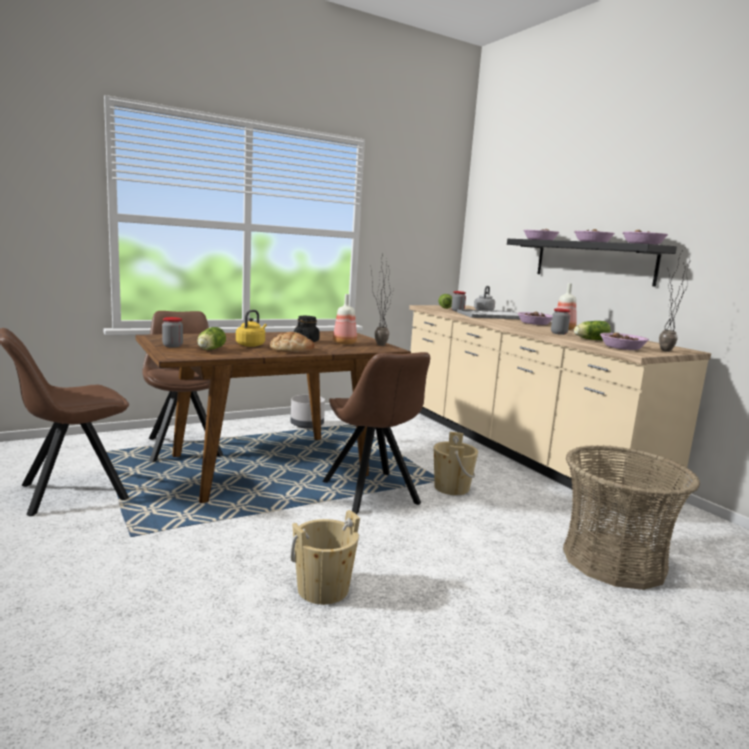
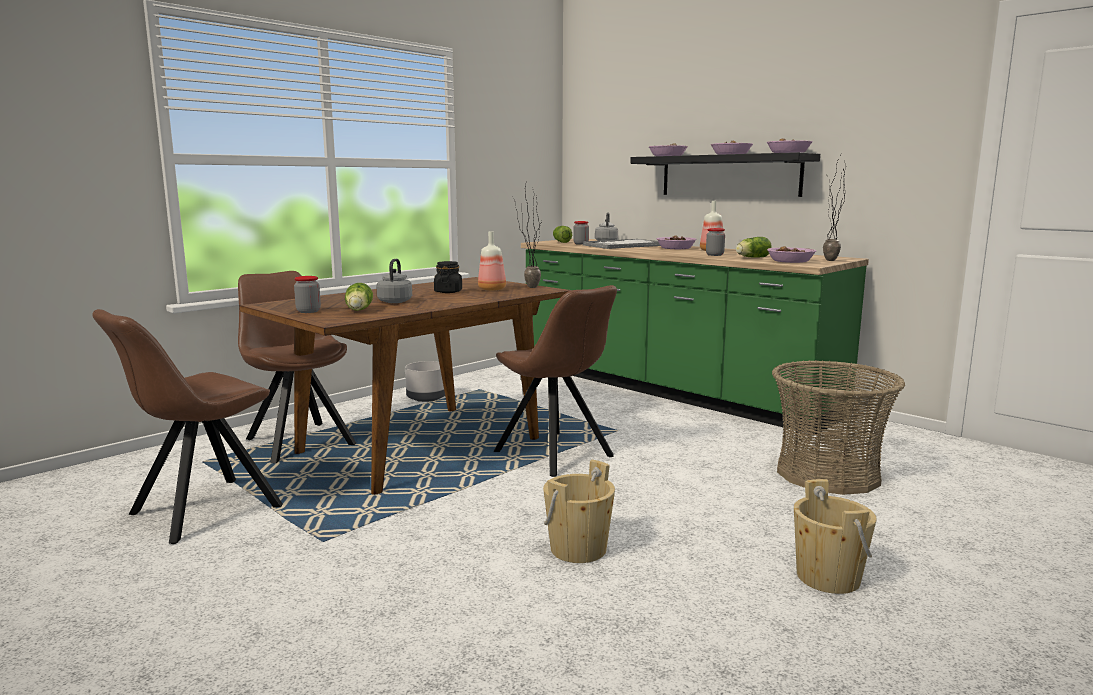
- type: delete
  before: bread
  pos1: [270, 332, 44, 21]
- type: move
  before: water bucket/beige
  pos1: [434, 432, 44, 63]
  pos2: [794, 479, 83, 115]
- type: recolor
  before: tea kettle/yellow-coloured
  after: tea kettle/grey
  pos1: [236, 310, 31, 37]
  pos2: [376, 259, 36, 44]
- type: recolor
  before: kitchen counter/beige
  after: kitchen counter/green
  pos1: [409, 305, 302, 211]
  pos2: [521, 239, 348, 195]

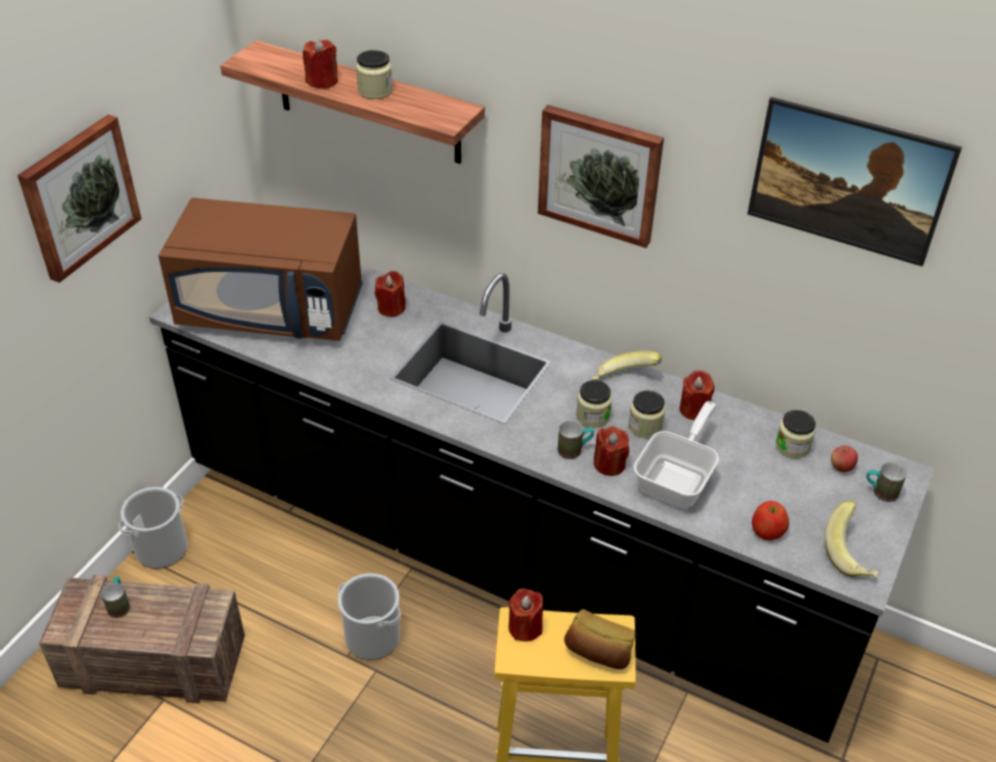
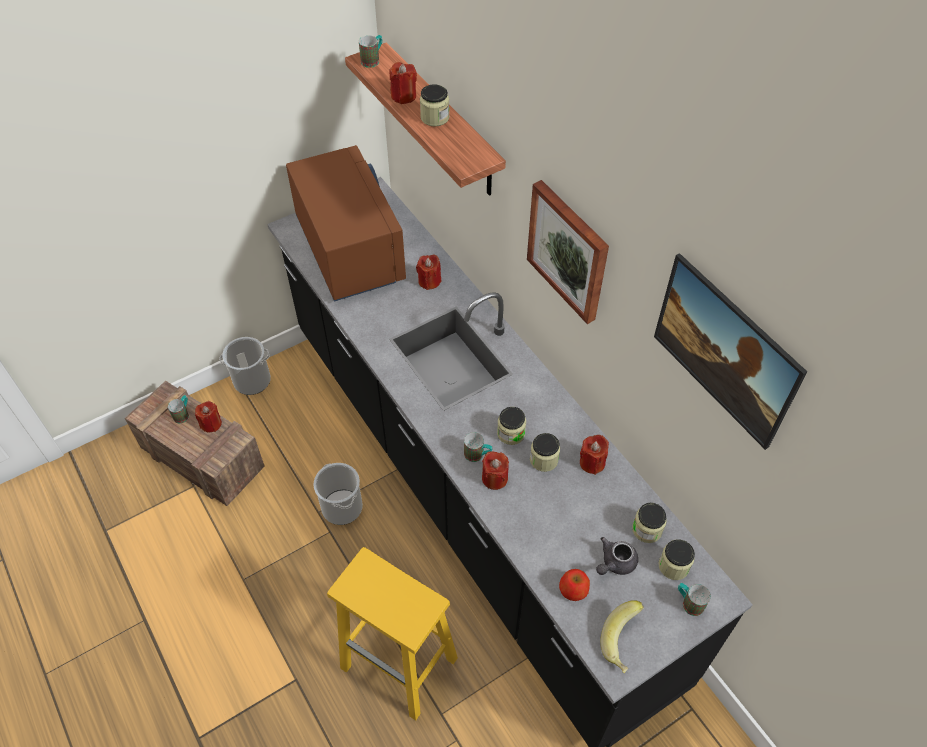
- type: delete
  before: wall art
  pos1: [17, 114, 125, 169]
- type: delete
  before: bread
  pos1: [564, 609, 72, 60]
- type: delete
  before: banana fruit
  pos1: [592, 351, 70, 29]
- type: delete
  before: skillet
  pos1: [634, 401, 85, 106]
- type: insert
  after: tea mug
  pos2: [359, 35, 23, 33]
- type: insert
  after: tea pot/grey
  pos2: [596, 537, 42, 38]
- type: move
  before: wax candle/red
  pos1: [509, 589, 34, 52]
  pos2: [195, 401, 27, 31]
- type: replace
  before: whole apple
  after: storage jar
  pos1: [831, 446, 27, 26]
  pos2: [659, 539, 36, 41]
- type: rotate
  before: microwave oven/brown
  pos1: [158, 198, 205, 143]
  pos2: [286, 145, 120, 157]
  turn: -150

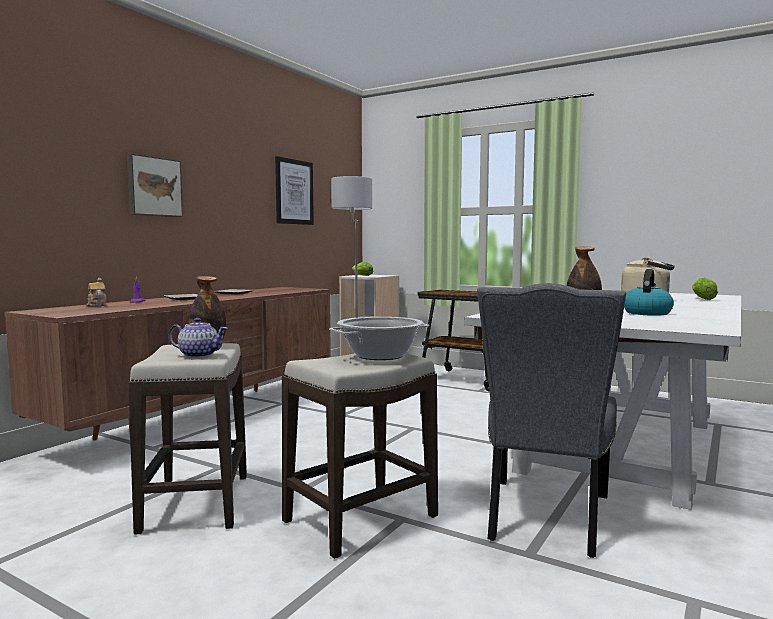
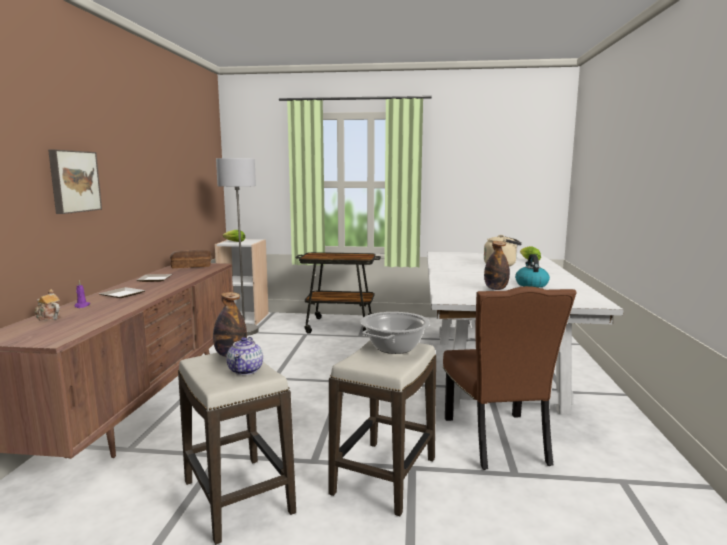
- type: delete
  before: wall art
  pos1: [275, 156, 39, 69]
- type: insert
  after: bread
  pos2: [170, 250, 41, 18]
- type: recolor
  before: plain chair/grey
  after: plain chair/brown
  pos1: [477, 283, 149, 275]
  pos2: [443, 286, 133, 184]
- type: rotate
  before: tea pot
  pos1: [169, 318, 59, 40]
  pos2: [226, 337, 37, 38]
  turn: 105

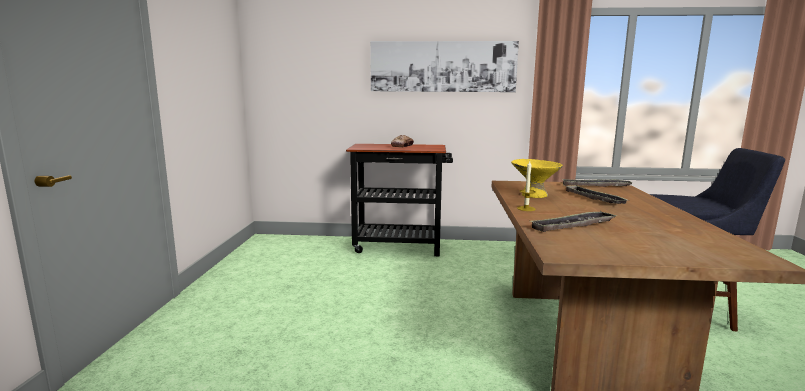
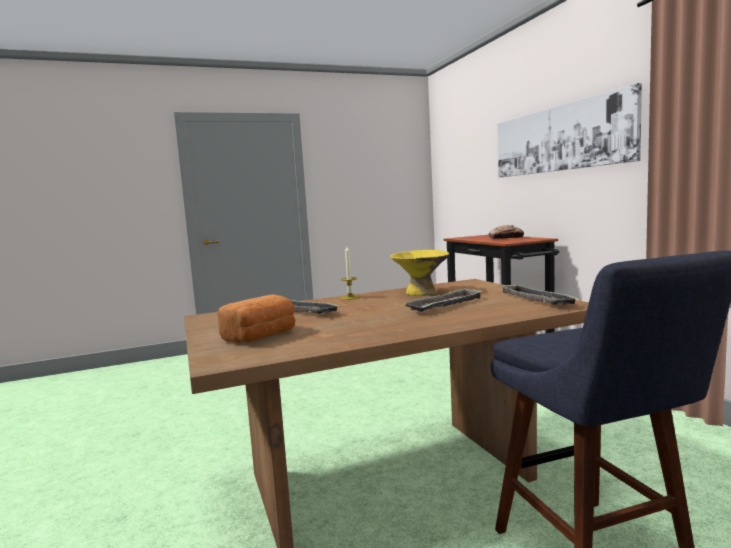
- type: insert
  after: bread
  pos2: [218, 295, 78, 48]

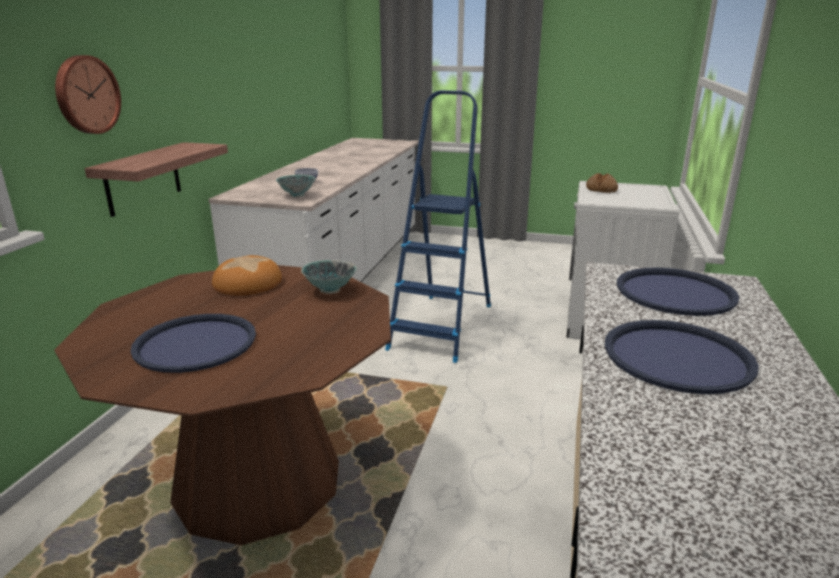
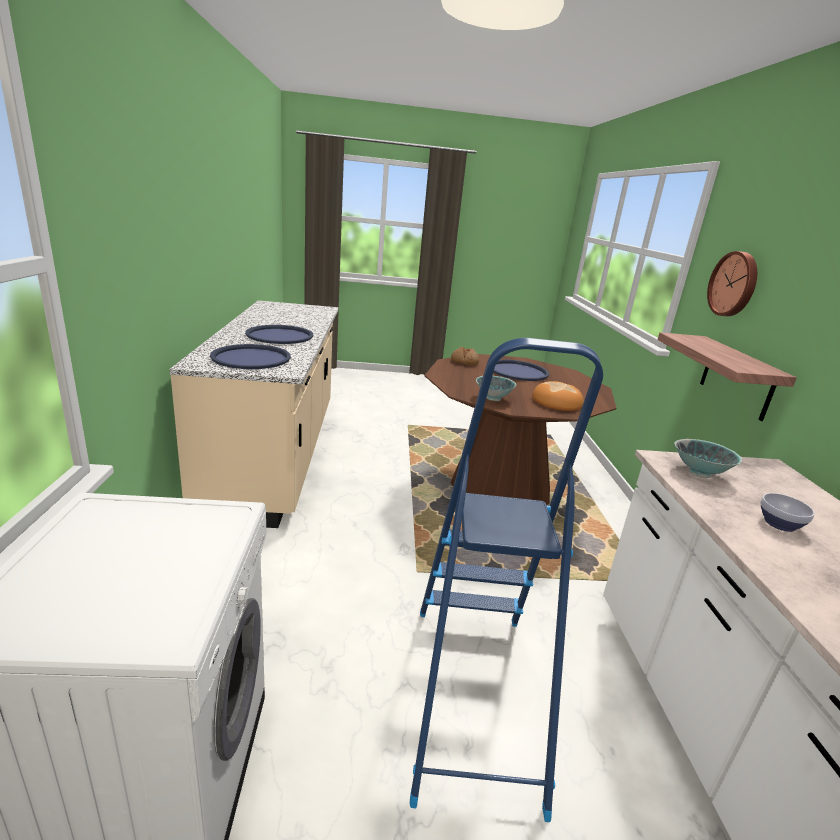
- type: move
  before: bread
  pos1: [586, 173, 32, 20]
  pos2: [451, 347, 28, 18]

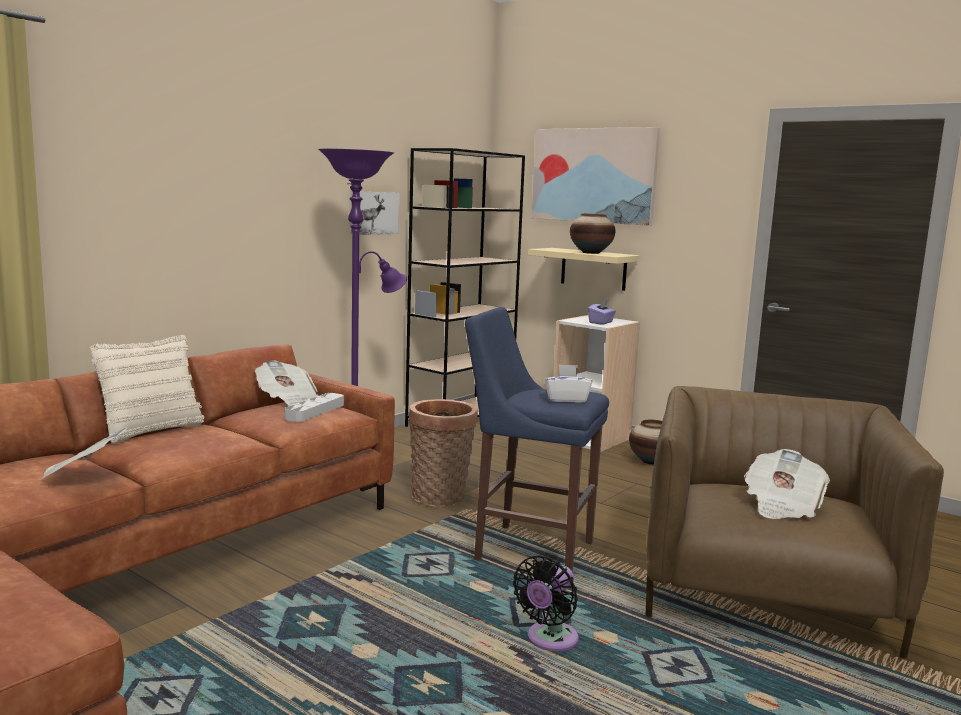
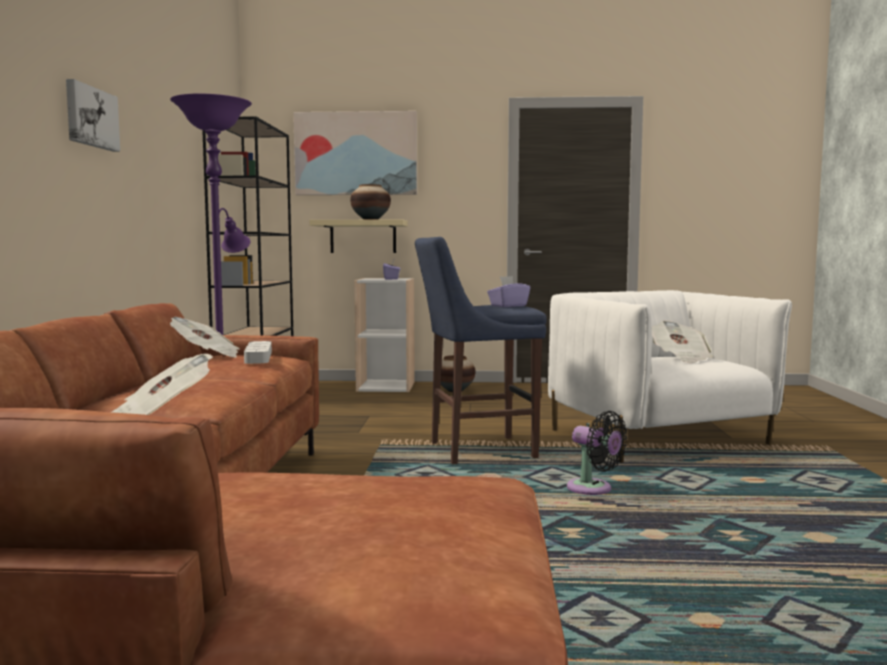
- type: delete
  before: pillow/beige
  pos1: [89, 335, 115, 109]
- type: delete
  before: storage basket
  pos1: [408, 399, 70, 108]
- type: move
  before: wall art
  pos1: [351, 191, 49, 44]
  pos2: [66, 79, 54, 73]
- type: recolor
  before: tissue box/whitish
  after: tissue box/purple-coloured
  pos1: [544, 364, 48, 39]
  pos2: [487, 276, 43, 31]
- type: recolor
  before: armchair/brown
  after: armchair/whitish
  pos1: [646, 386, 298, 273]
  pos2: [548, 290, 244, 173]
- type: rotate
  before: cooling fan/blackish
  pos1: [513, 555, 66, 96]
  pos2: [567, 411, 60, 84]
  turn: -45

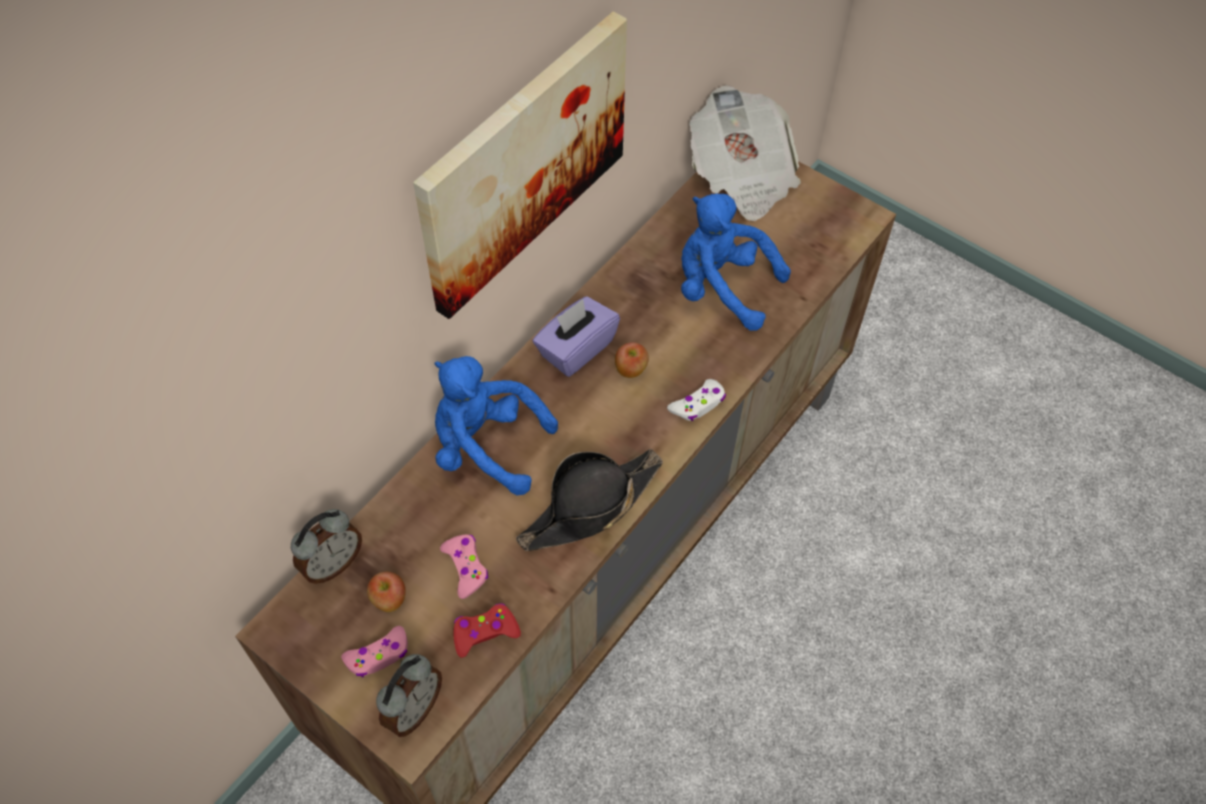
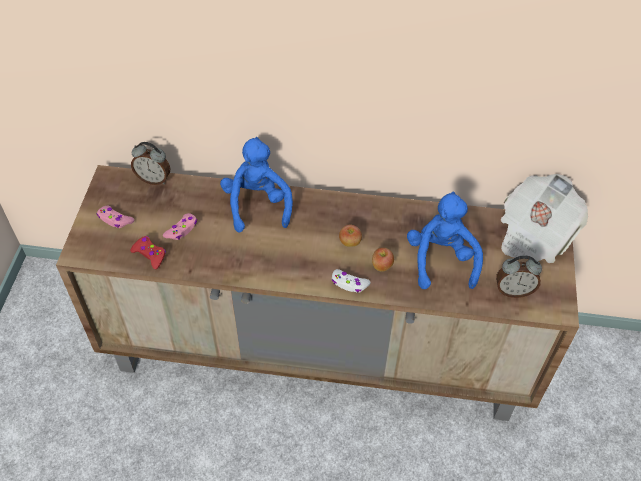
- type: delete
  before: wall art
  pos1: [413, 11, 214, 308]
- type: delete
  before: clothing hat/blackish
  pos1: [516, 449, 147, 102]
- type: delete
  before: tissue box/purple-coloured
  pos1: [532, 296, 88, 81]
- type: move
  before: whole apple
  pos1: [367, 572, 39, 40]
  pos2: [372, 248, 22, 24]
- type: move
  before: table clock
  pos1: [376, 654, 66, 83]
  pos2: [496, 255, 46, 43]

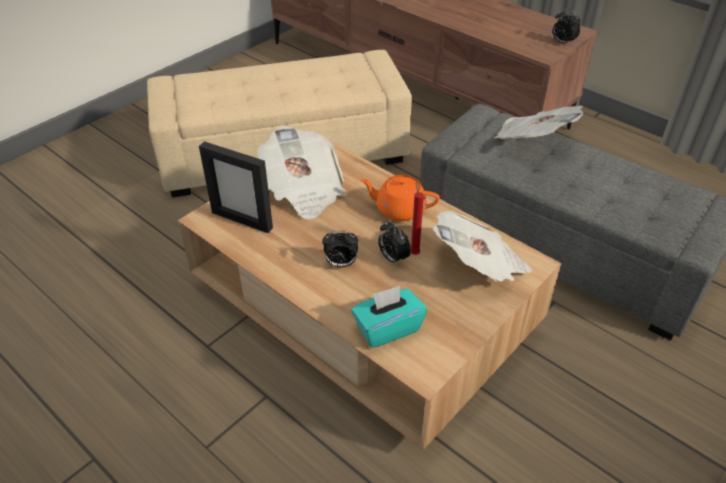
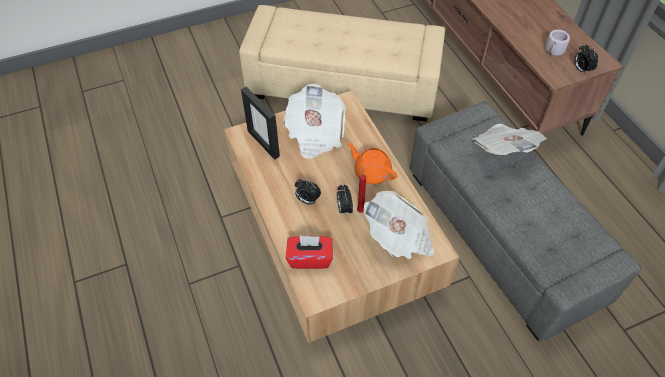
- type: insert
  after: tea mug/grey
  pos2: [545, 30, 26, 26]
- type: recolor
  before: tissue box/turquoise-coloured
  after: tissue box/red
  pos1: [351, 286, 76, 62]
  pos2: [286, 235, 47, 34]

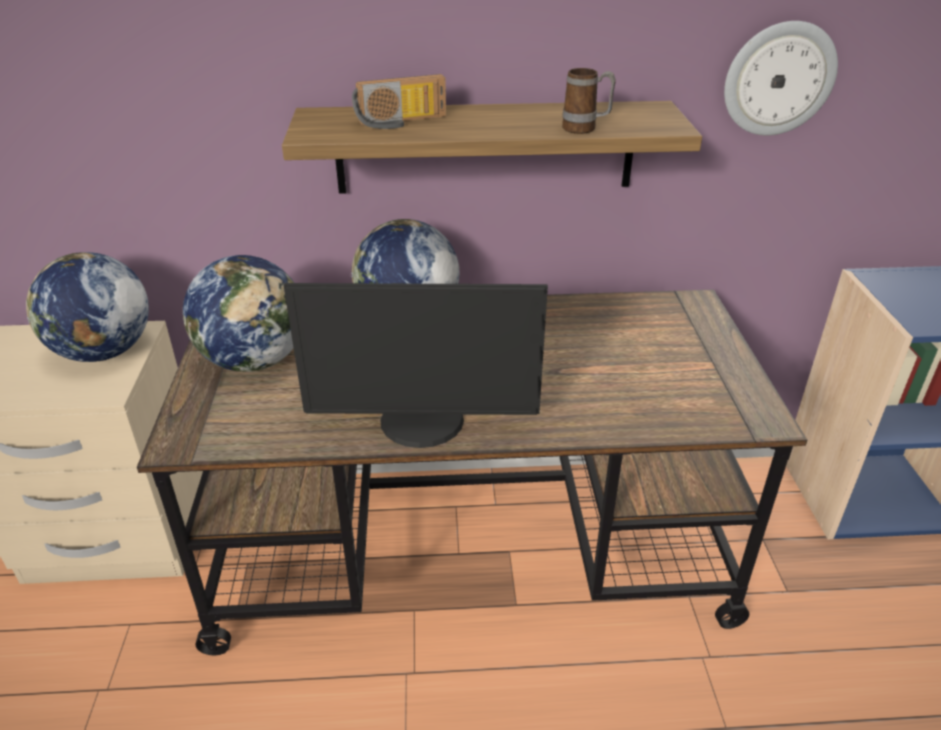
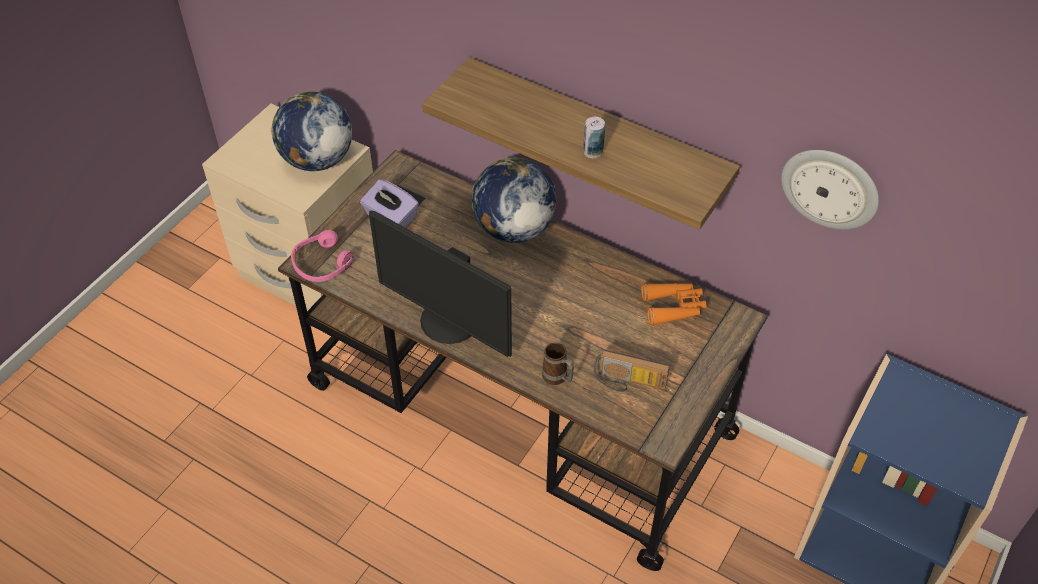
- type: insert
  after: pair of headphones/pinkish
  pos2: [291, 230, 63, 52]
- type: insert
  after: sealed can
  pos2: [583, 117, 22, 41]
- type: insert
  after: field glasses/orangey
  pos2: [641, 283, 65, 43]
- type: move
  before: radio set
  pos1: [352, 74, 94, 55]
  pos2: [594, 350, 76, 42]
- type: move
  before: tea mug
  pos1: [562, 68, 54, 66]
  pos2: [542, 343, 32, 42]
- type: replace
  before: world globe
  after: tissue box/purple-coloured
  pos1: [183, 255, 111, 117]
  pos2: [360, 179, 59, 49]

